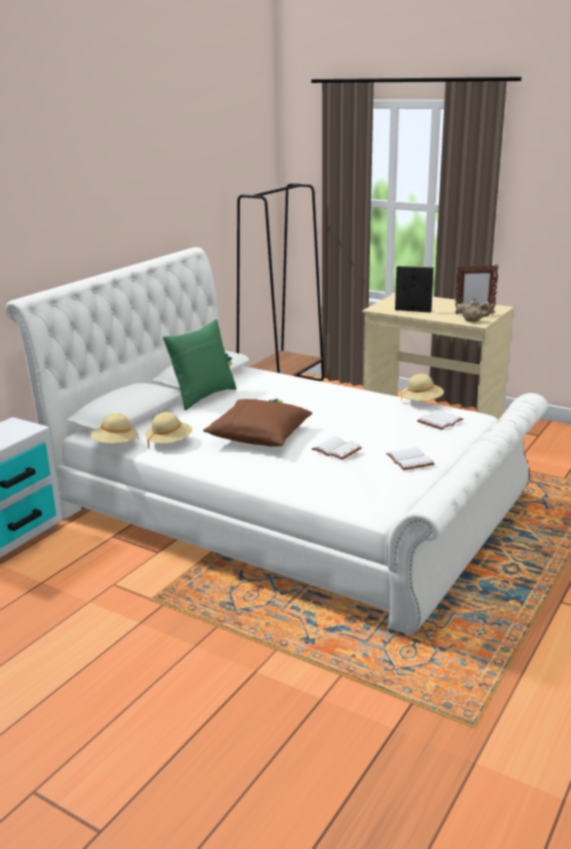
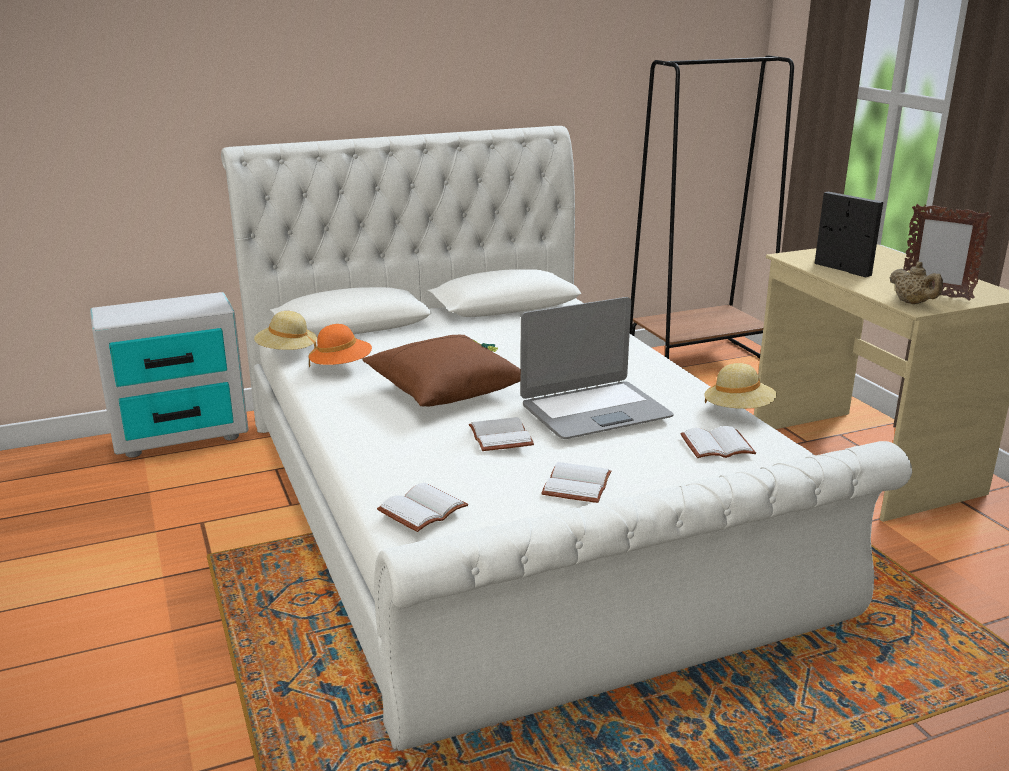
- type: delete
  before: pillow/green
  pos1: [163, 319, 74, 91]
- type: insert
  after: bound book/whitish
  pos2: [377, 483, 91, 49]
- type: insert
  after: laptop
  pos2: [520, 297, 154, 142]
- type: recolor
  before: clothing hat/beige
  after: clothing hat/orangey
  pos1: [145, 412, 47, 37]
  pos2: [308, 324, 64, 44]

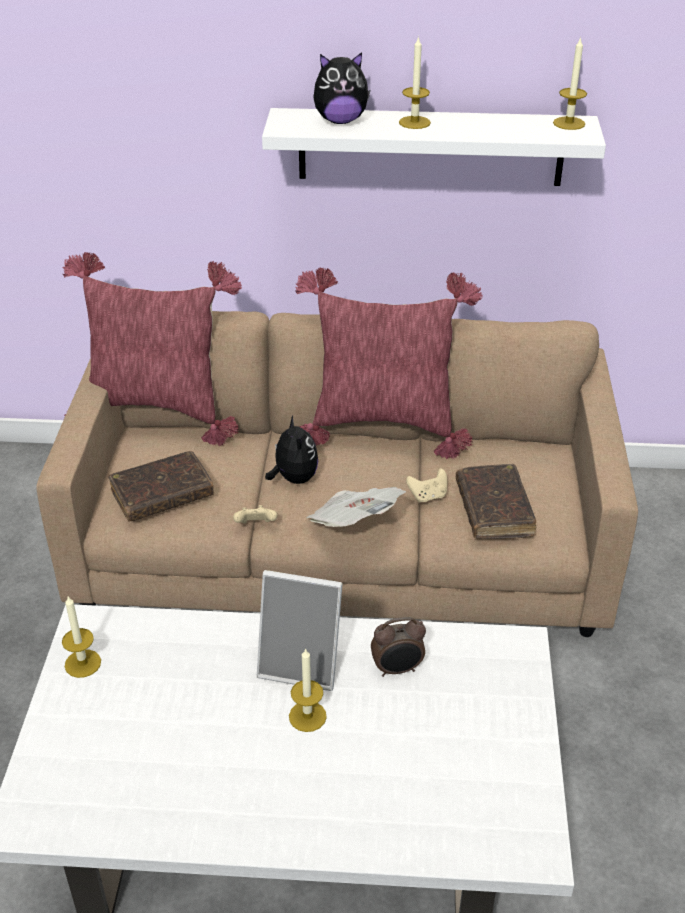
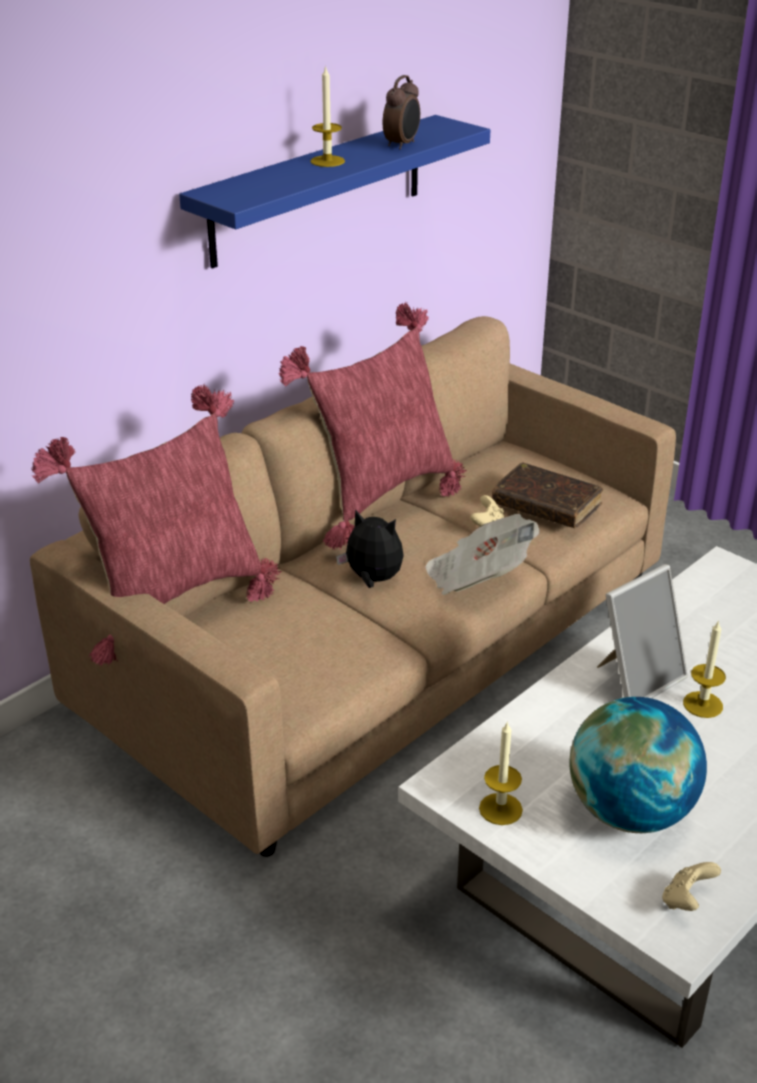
- type: delete
  before: bound book/brown
  pos1: [108, 451, 106, 70]
- type: delete
  before: plush toy
  pos1: [313, 52, 57, 72]
- type: delete
  before: wax candle
  pos1: [553, 37, 34, 93]
- type: insert
  after: world globe
  pos2: [570, 697, 137, 136]
- type: move
  before: gamepad/beige
  pos1: [233, 505, 44, 18]
  pos2: [662, 862, 59, 49]
- type: move
  before: table clock
  pos1: [371, 617, 55, 60]
  pos2: [383, 75, 37, 75]
- type: recolor
  before: wall shelf/whitish
  after: wall shelf/blue-coloured
  pos1: [262, 108, 344, 78]
  pos2: [179, 115, 312, 154]

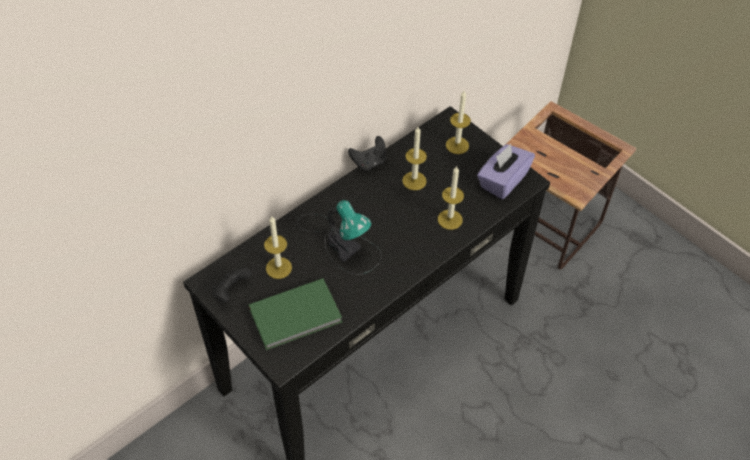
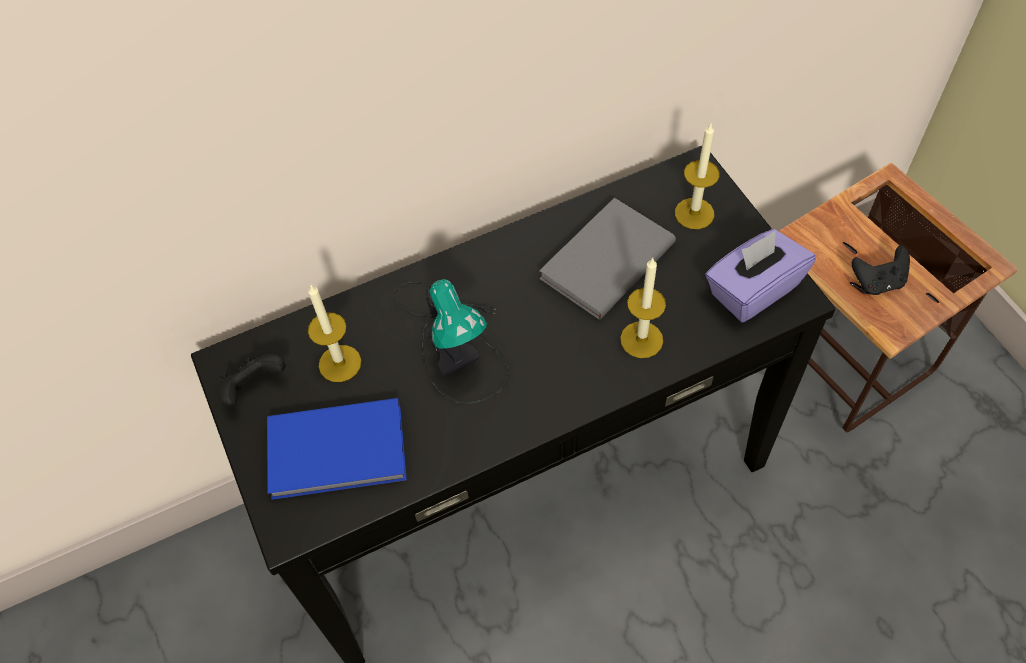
- type: move
  before: gamepad/blackish
  pos1: [348, 136, 38, 35]
  pos2: [852, 246, 58, 49]
- type: replace
  before: wax candle
  after: bound book/grey
  pos1: [402, 127, 25, 63]
  pos2: [539, 198, 137, 122]
- type: recolor
  before: bound book/green
  after: bound book/blue-coloured
  pos1: [248, 278, 94, 72]
  pos2: [267, 398, 140, 102]

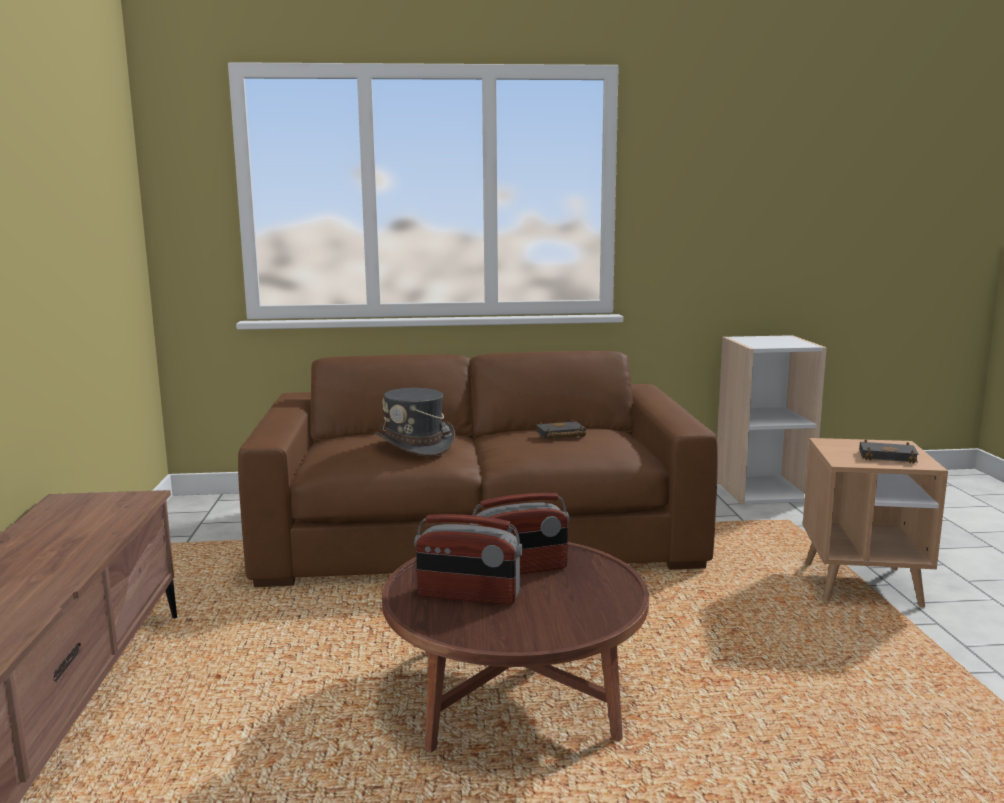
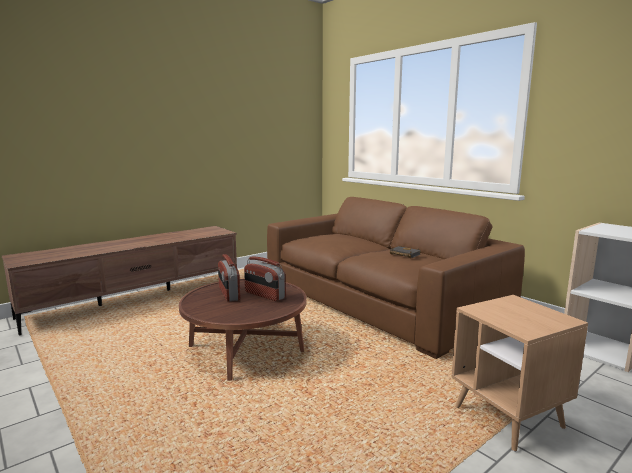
- type: delete
  before: clothing hat/grey
  pos1: [374, 388, 81, 69]
- type: delete
  before: bound book/blackish
  pos1: [859, 440, 60, 23]

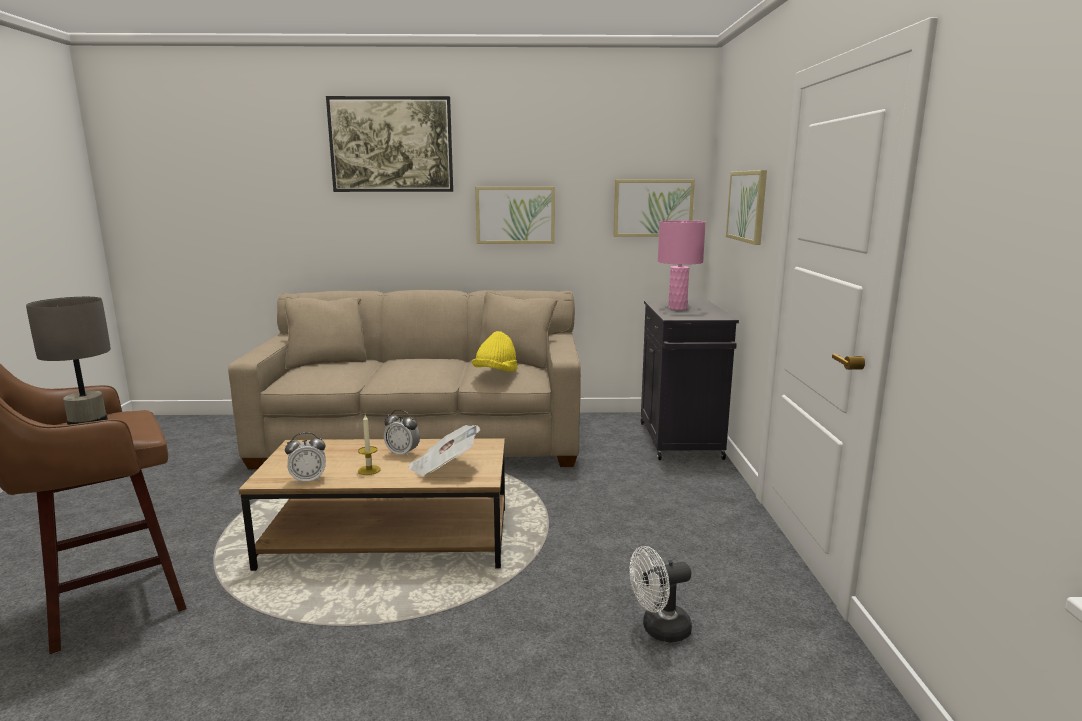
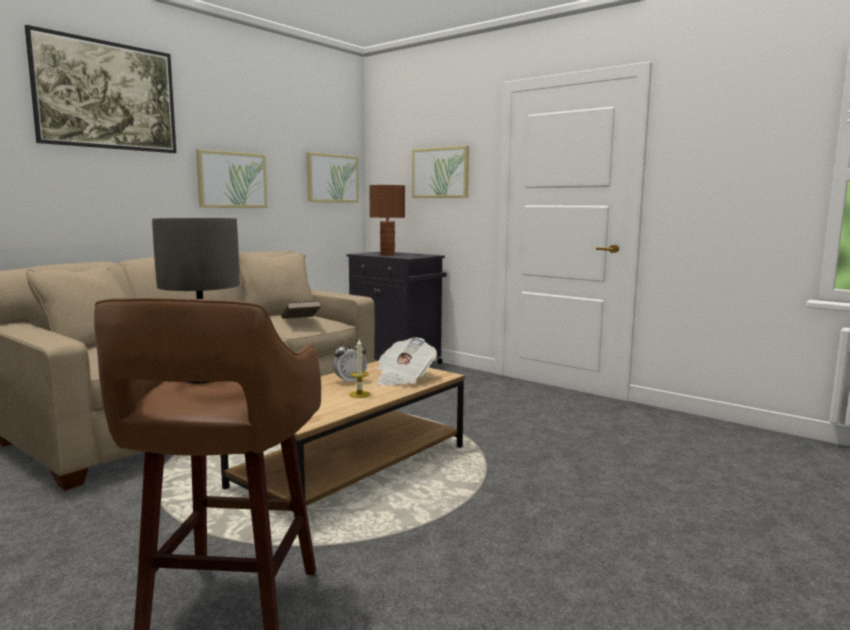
- type: delete
  before: table clock
  pos1: [285, 432, 41, 52]
- type: delete
  before: cooling fan/whitish
  pos1: [630, 546, 62, 96]
- type: replace
  before: clothing hat/yellow-coloured
  after: bound book/brown
  pos1: [472, 331, 46, 41]
  pos2: [281, 300, 40, 19]
- type: recolor
  before: lamp for a table/pinkish
  after: lamp for a table/brown
  pos1: [658, 220, 48, 90]
  pos2: [369, 185, 36, 70]

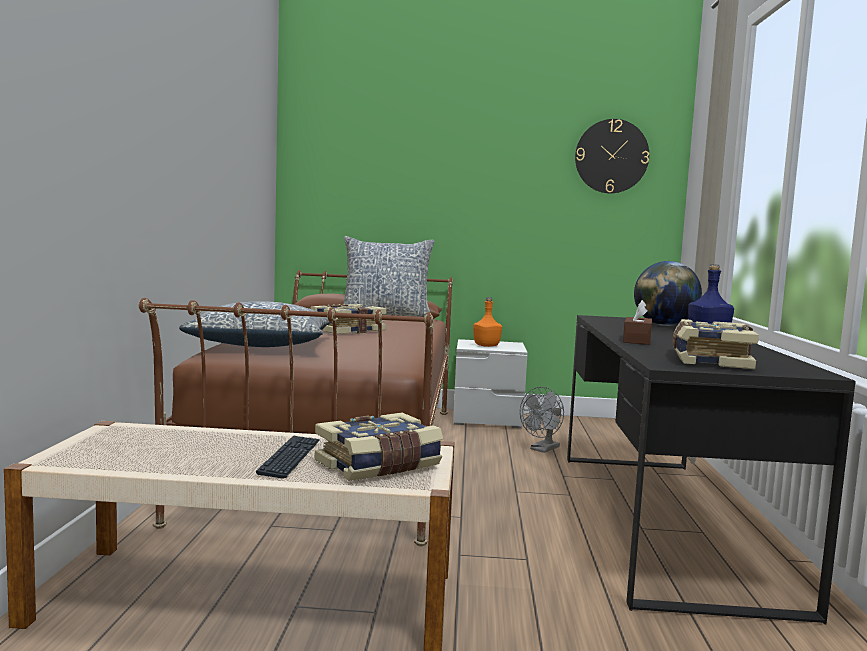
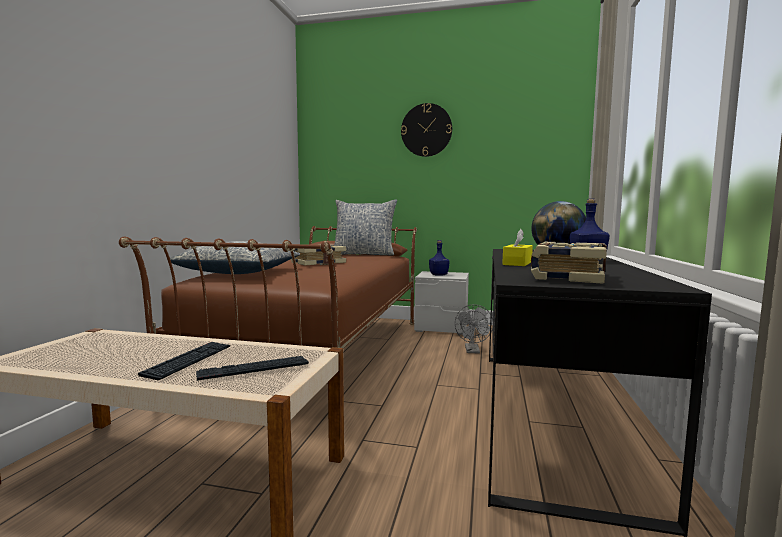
- type: move
  before: wall clock
  pos1: [575, 119, 74, 74]
  pos2: [401, 103, 51, 54]
- type: replace
  before: bound book
  after: PC keyboard
  pos1: [315, 413, 128, 68]
  pos2: [196, 356, 113, 25]
- type: recolor
  before: drink bottle/orangey
  after: drink bottle/blue-coloured
  pos1: [473, 297, 29, 50]
  pos2: [429, 240, 21, 36]
- type: recolor
  before: tissue box/brown
  after: tissue box/yellow-coloured
  pos1: [623, 300, 29, 45]
  pos2: [502, 229, 31, 37]
- type: rotate
  before: cooling fan/grey
  pos1: [520, 387, 44, 66]
  pos2: [455, 304, 38, 49]
  turn: -45

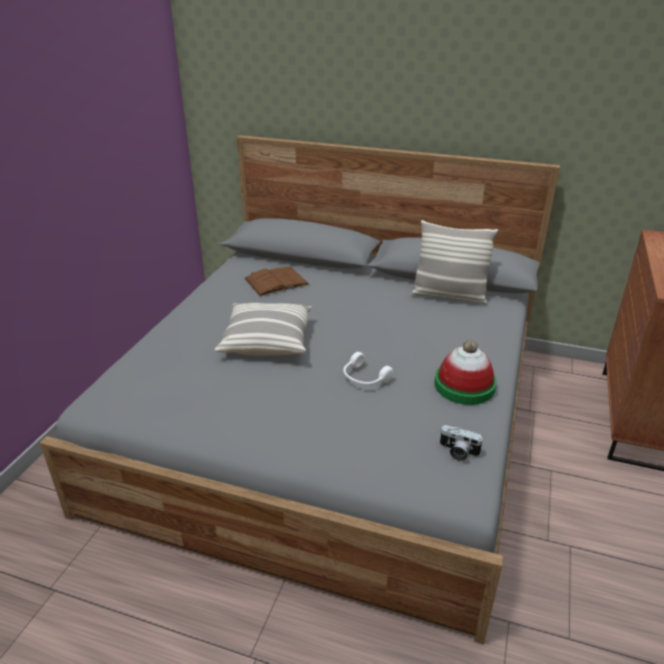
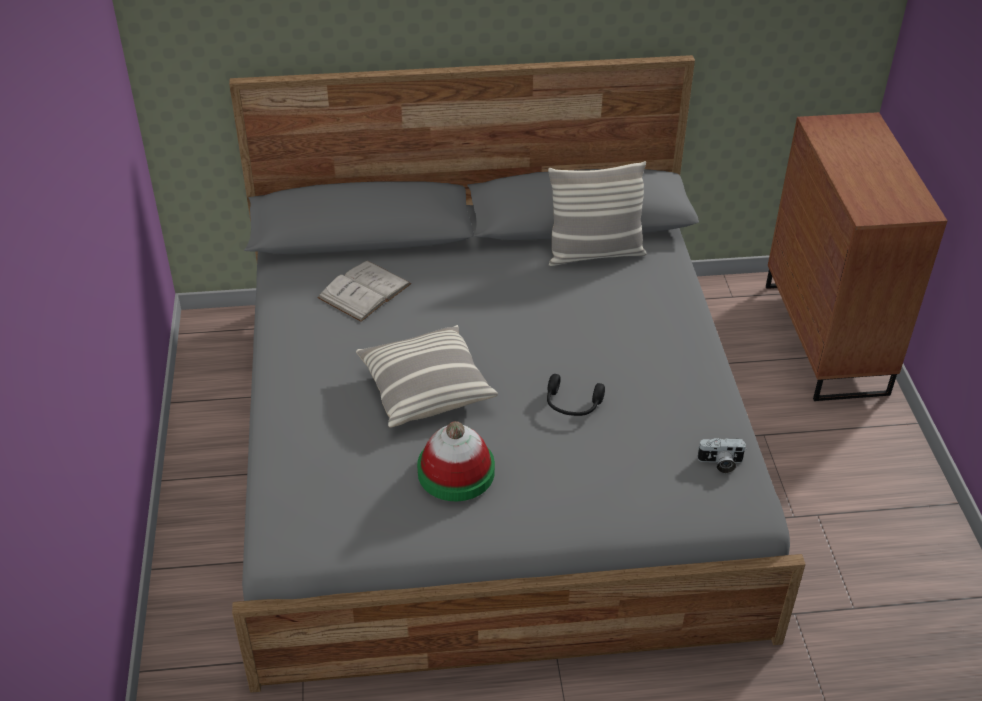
- type: move
  before: clothing hat
  pos1: [434, 340, 63, 65]
  pos2: [417, 421, 78, 80]
- type: recolor
  before: bound book/brown
  after: bound book/whitish
  pos1: [244, 267, 65, 29]
  pos2: [317, 260, 94, 62]
- type: recolor
  before: pair of headphones/whitish
  after: pair of headphones/blackish
  pos1: [343, 352, 50, 33]
  pos2: [547, 374, 58, 42]

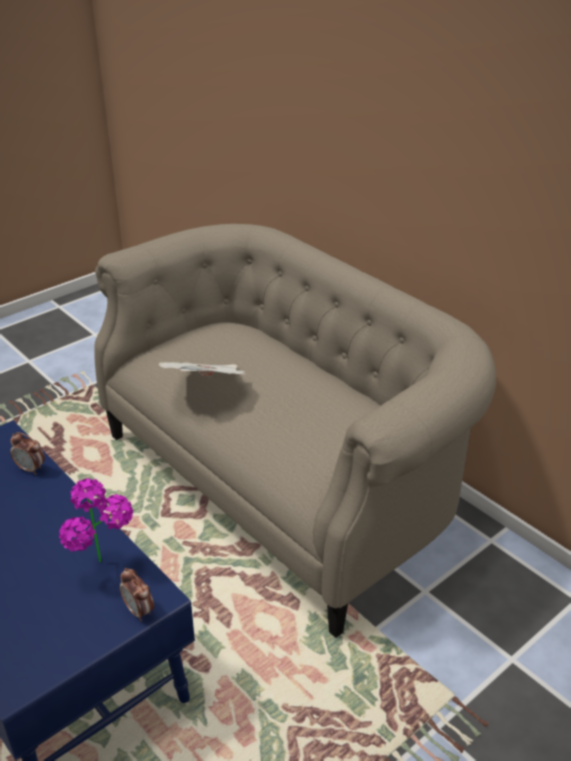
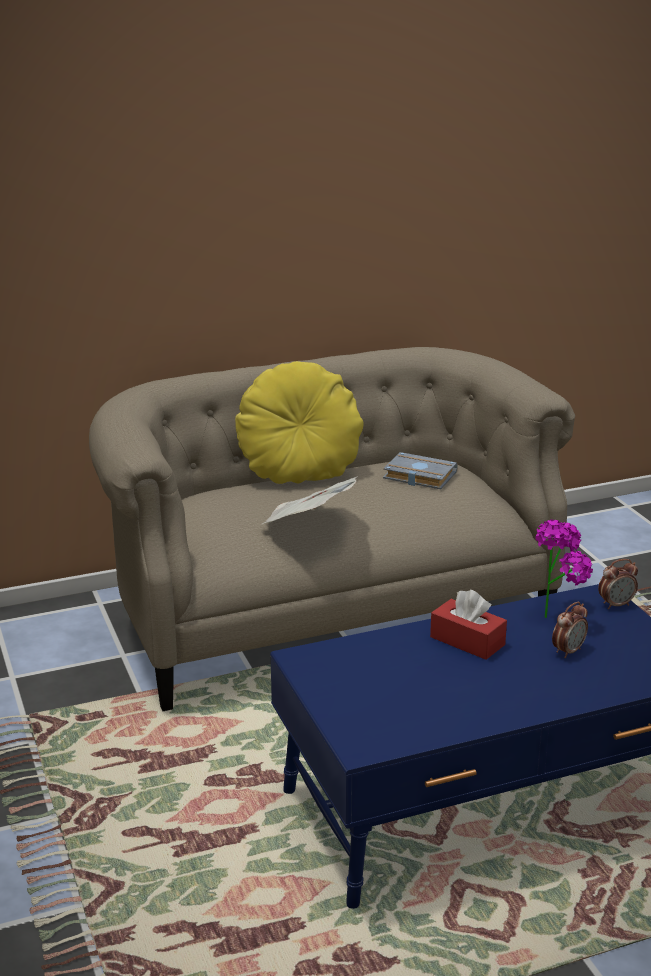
- type: insert
  after: pillow/yellow-coloured
  pos2: [235, 361, 128, 123]
- type: insert
  after: bound book/grey
  pos2: [383, 452, 75, 37]
- type: insert
  after: tissue box/red
  pos2: [430, 590, 77, 70]
- type: move
  before: table clock
  pos1: [10, 432, 35, 43]
  pos2: [552, 602, 36, 56]

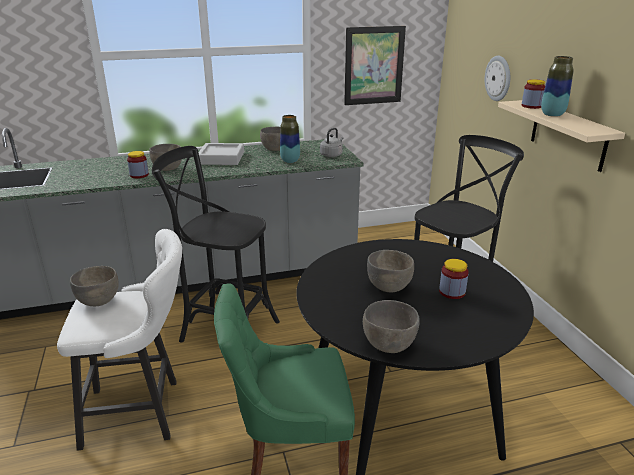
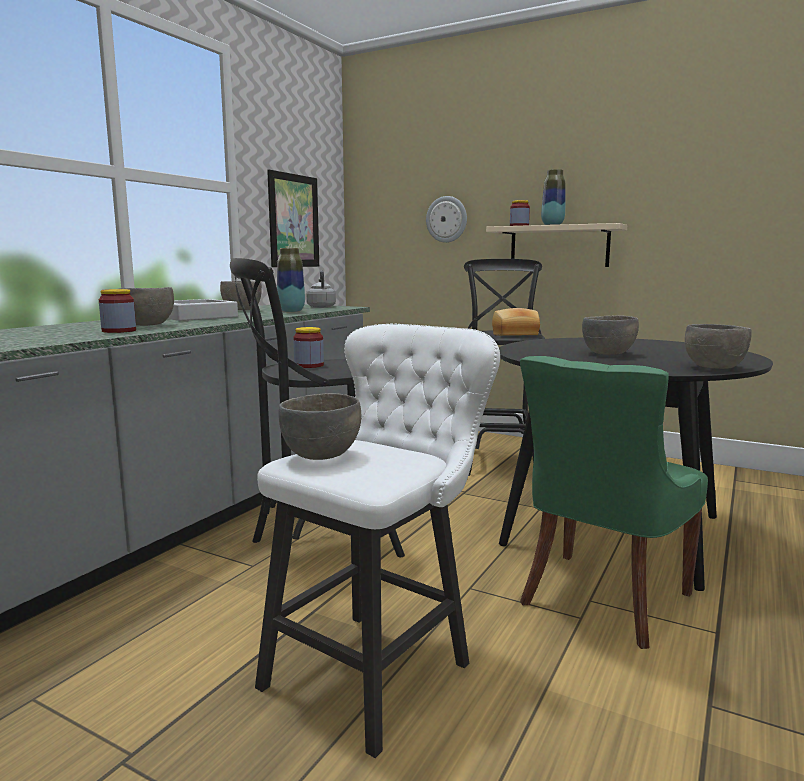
- type: insert
  after: bread
  pos2: [492, 308, 48, 28]
- type: move
  before: storage jar
  pos1: [439, 259, 30, 40]
  pos2: [293, 327, 31, 41]

